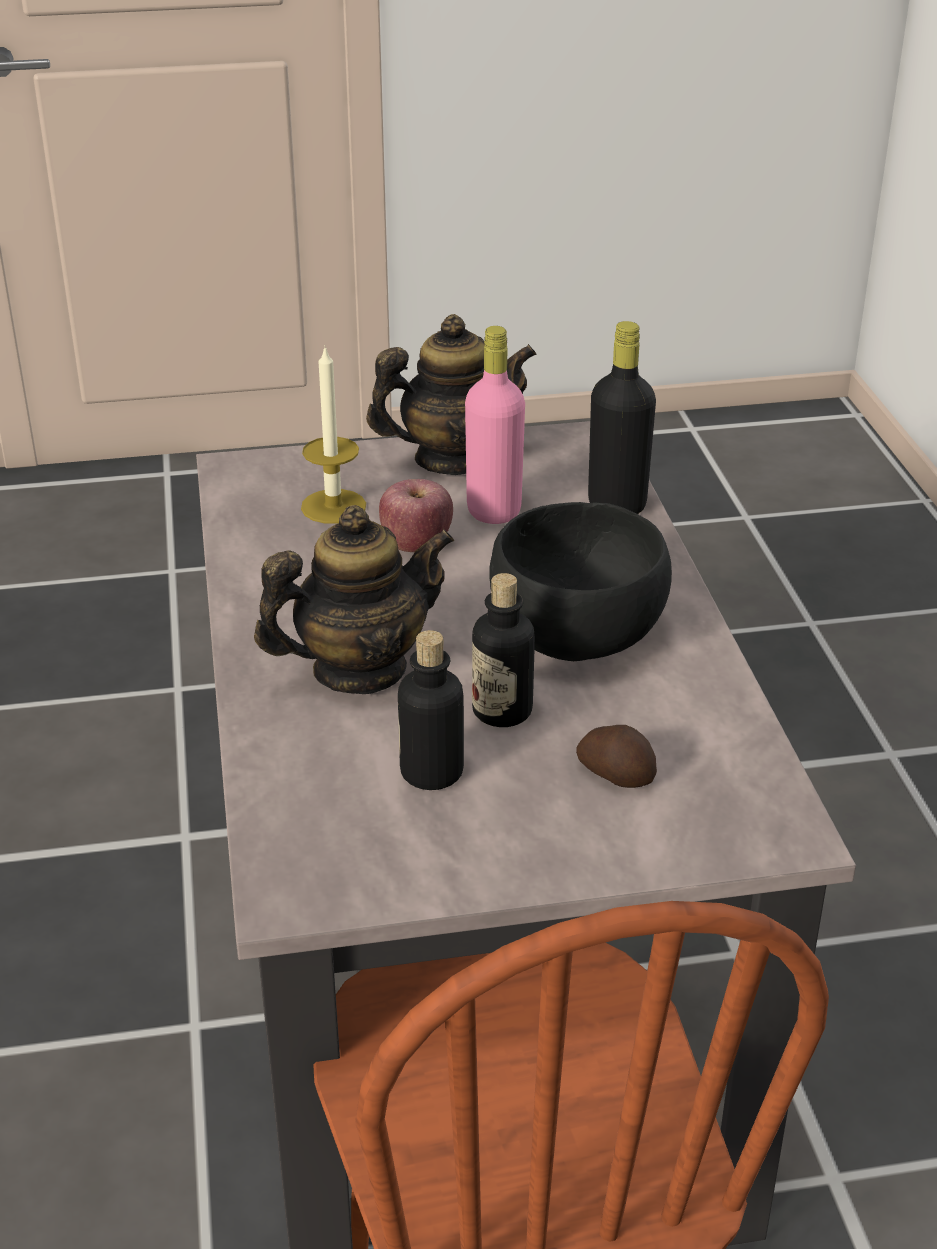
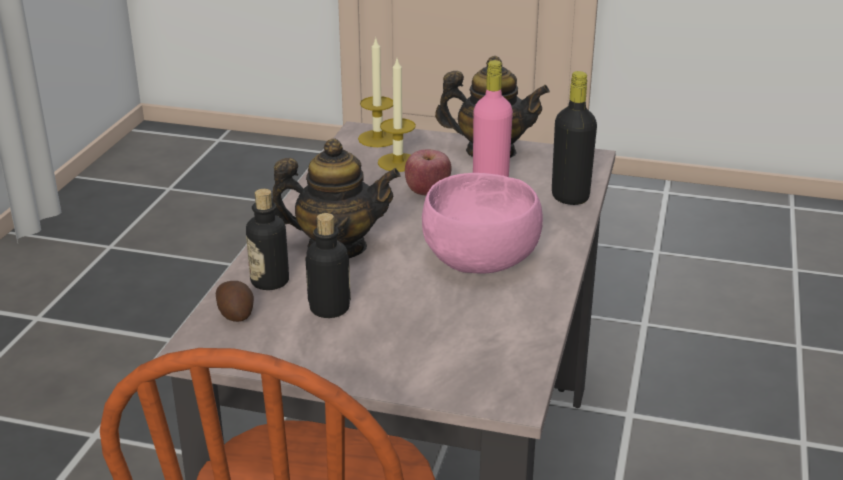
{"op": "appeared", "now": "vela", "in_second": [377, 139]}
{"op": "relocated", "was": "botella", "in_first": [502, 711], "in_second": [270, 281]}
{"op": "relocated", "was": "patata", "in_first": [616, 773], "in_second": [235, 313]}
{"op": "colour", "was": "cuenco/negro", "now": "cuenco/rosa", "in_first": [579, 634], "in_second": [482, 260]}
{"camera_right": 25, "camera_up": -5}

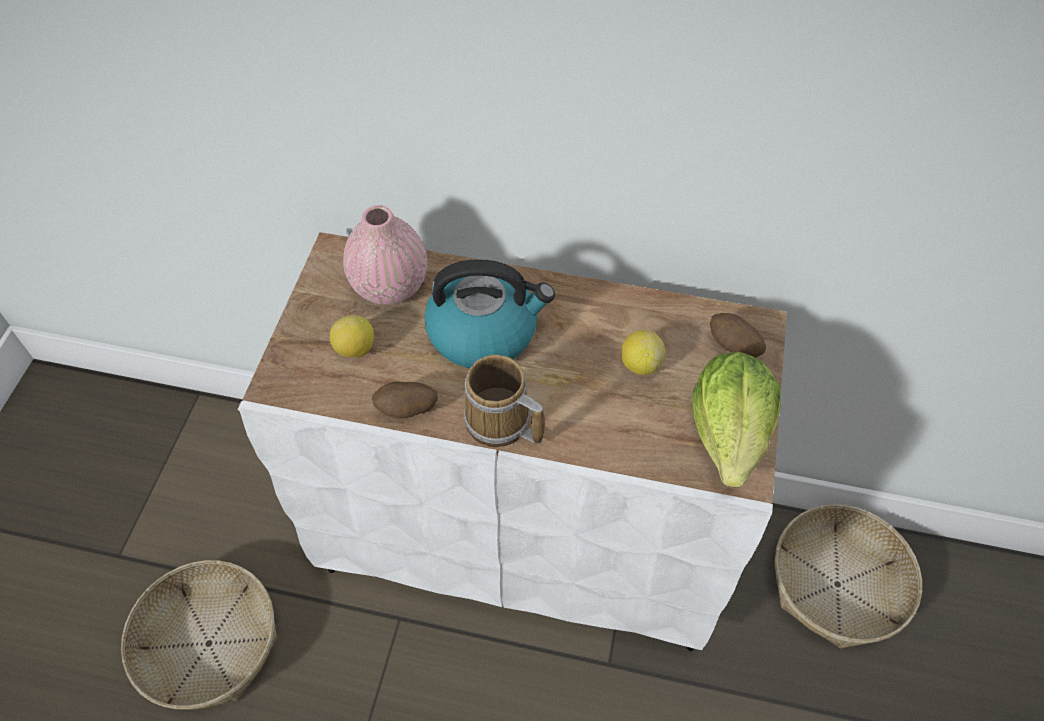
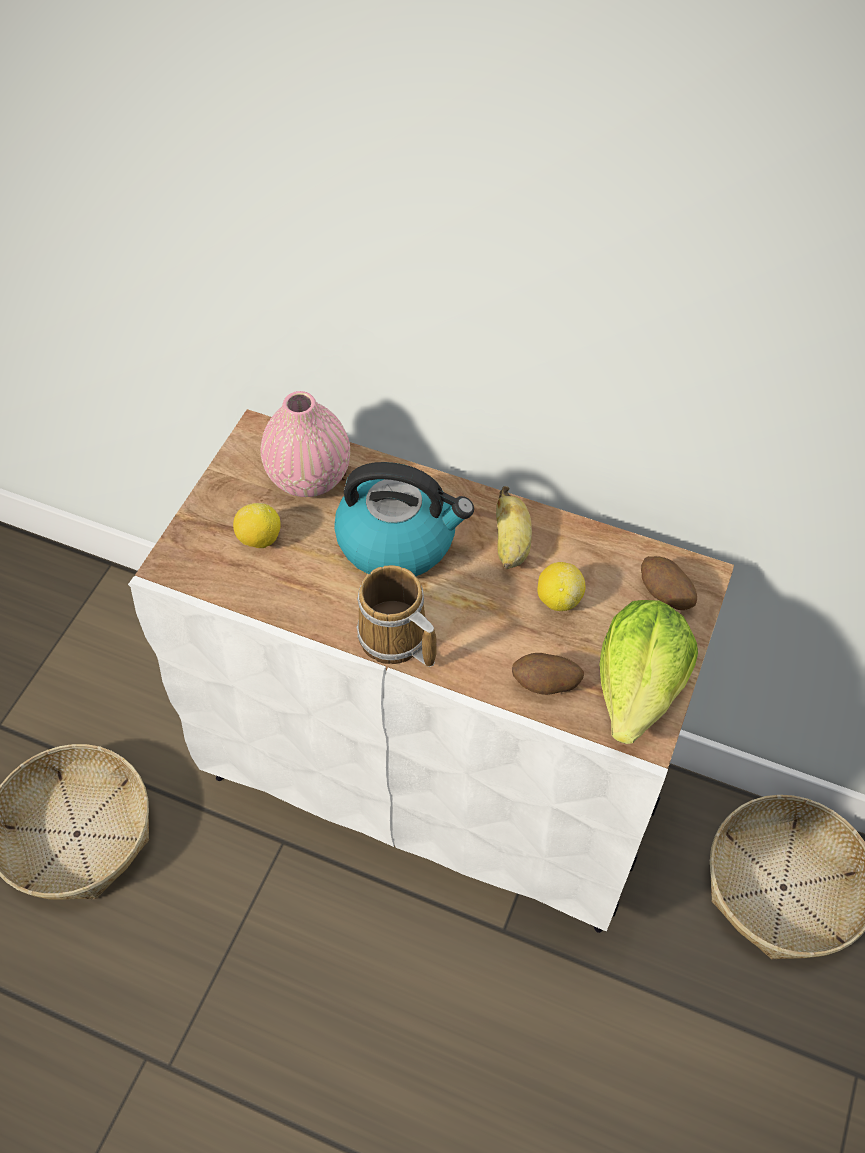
{"op": "appeared", "now": "plátano", "in_second": [511, 545]}
{"op": "relocated", "was": "patata", "in_first": [407, 410], "in_second": [545, 685]}
{"camera_right": 10, "camera_up": 0}

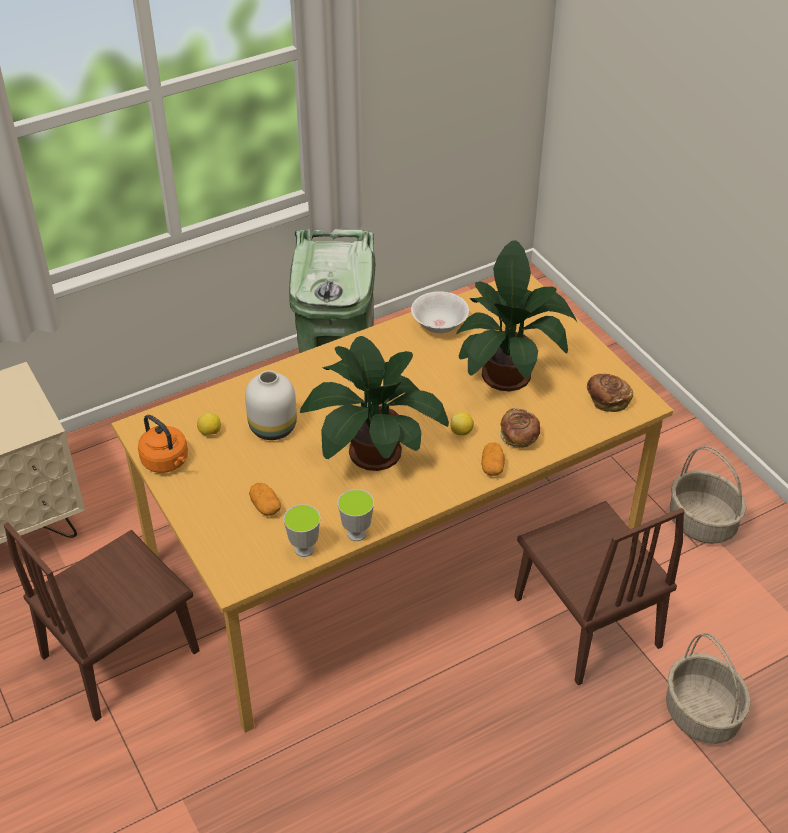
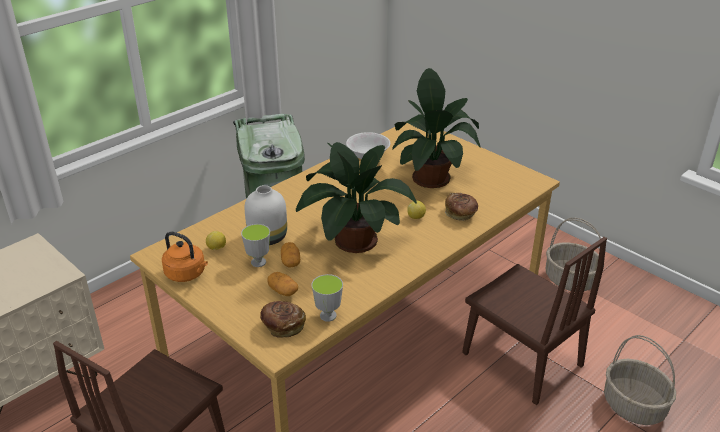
{"op": "relocated", "was": "taza", "in_first": [356, 534], "in_second": [258, 262]}
{"op": "relocated", "was": "patata", "in_first": [492, 466], "in_second": [290, 262]}
{"op": "relocated", "was": "pan", "in_first": [607, 400], "in_second": [283, 326]}
{"camera_right": -15, "camera_up": -10}

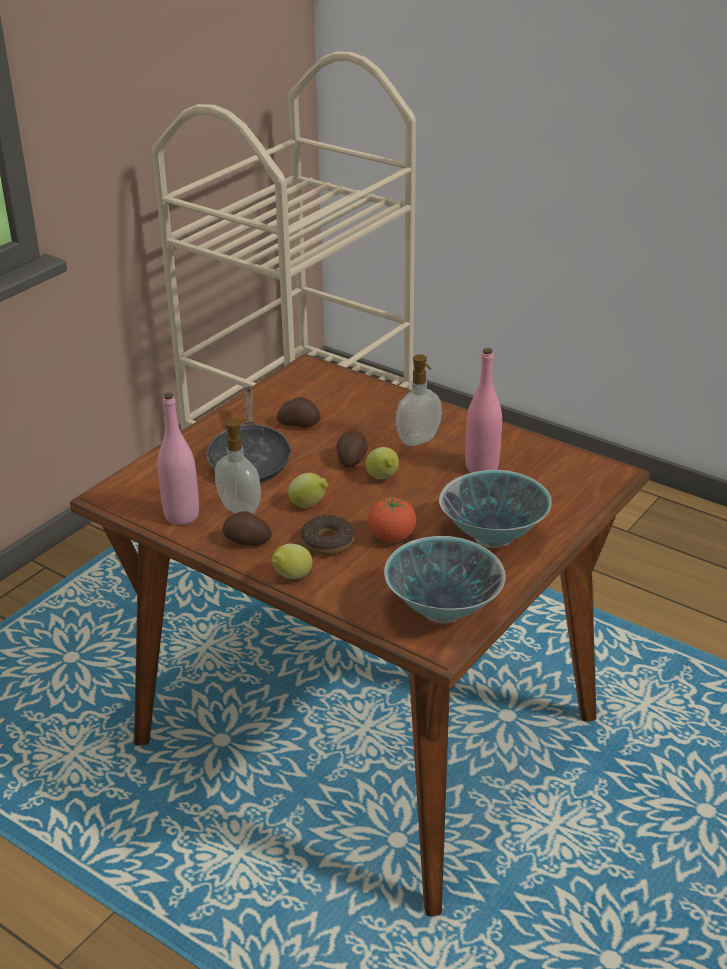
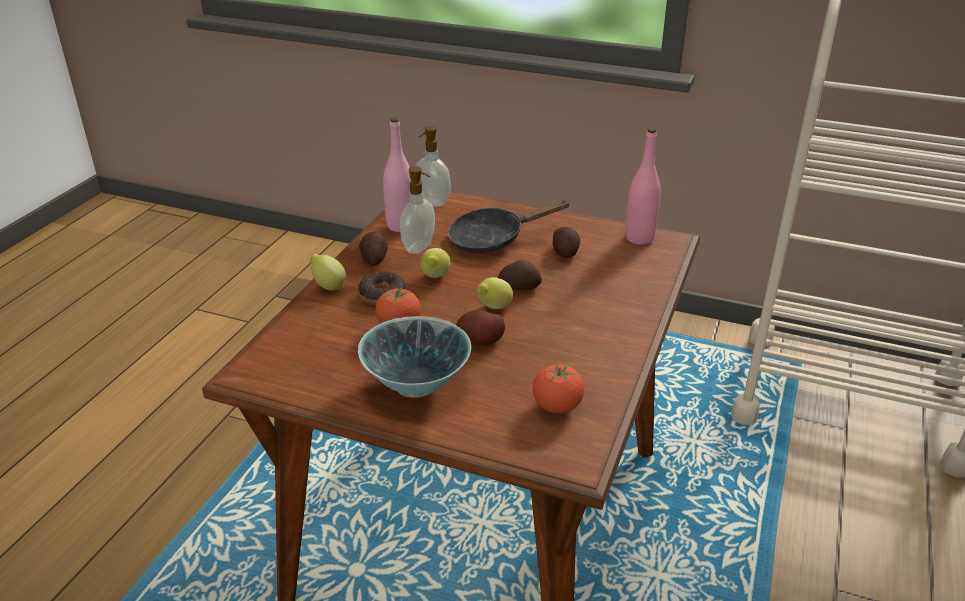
{"op": "missing", "was": "cuenco", "in_first": [442, 611]}
{"op": "appeared", "now": "patata", "in_second": [480, 341]}
{"op": "appeared", "now": "tomate", "in_second": [557, 406]}
{"op": "relocated", "was": "dispensador de jabón", "in_first": [419, 441], "in_second": [432, 202]}
{"op": "relocated", "was": "botella/rosa", "in_first": [482, 467], "in_second": [639, 238]}
{"camera_right": 75, "camera_up": 0}

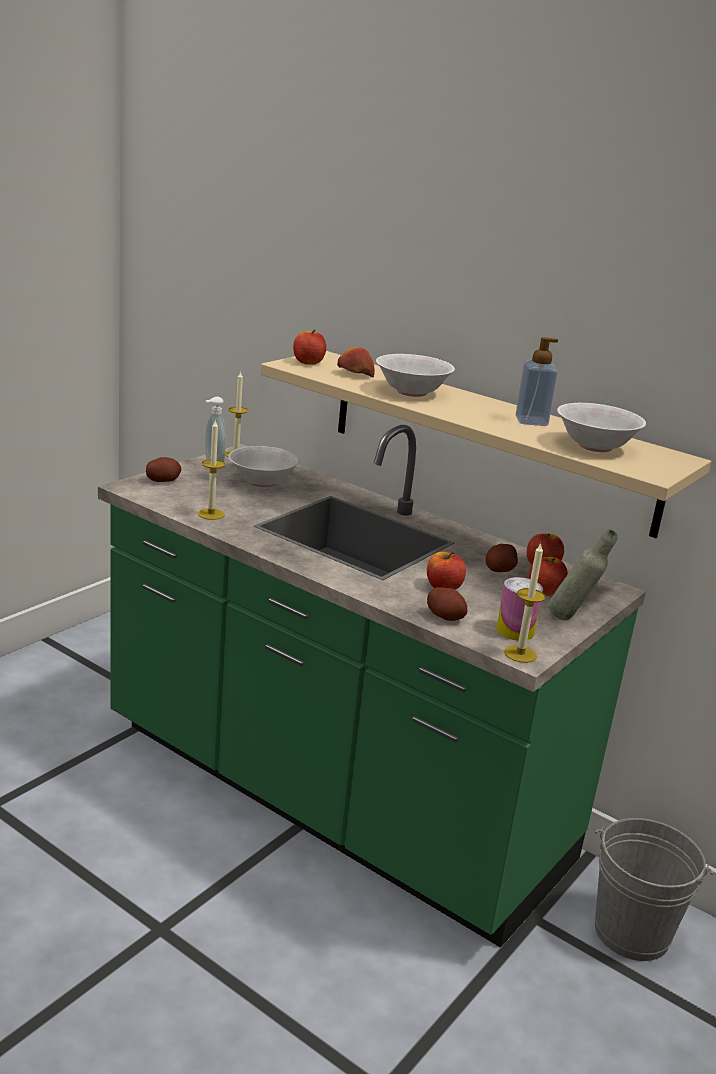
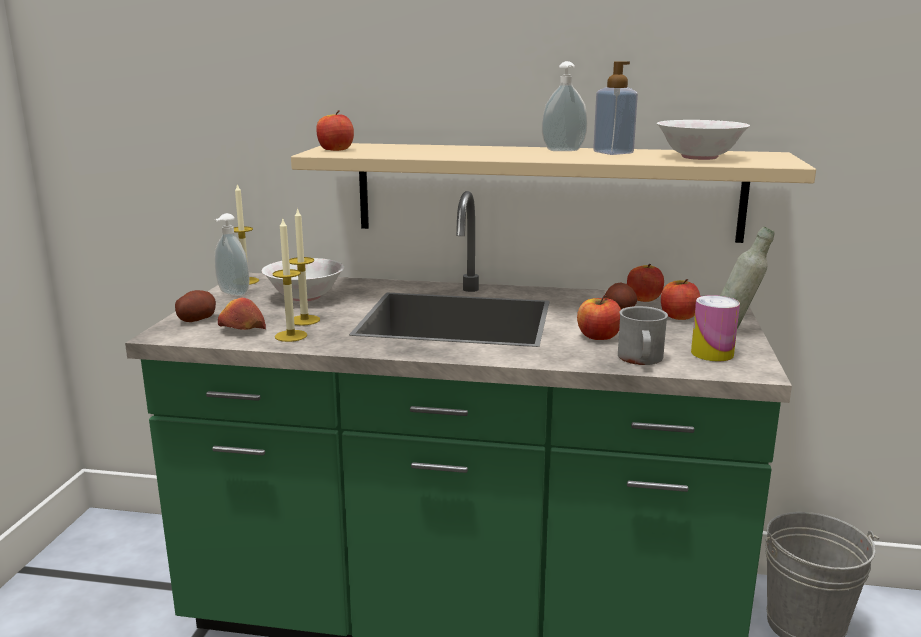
{"op": "missing", "was": "cuenco/blanco", "in_first": [411, 392]}
{"op": "appeared", "now": "dispensador de jabón", "in_second": [564, 150]}
{"op": "relocated", "was": "manzana", "in_first": [355, 373], "in_second": [242, 329]}
{"op": "relocated", "was": "vela", "in_first": [520, 654], "in_second": [304, 320]}
{"op": "exchanged", "was": "patata", "now": "taza grande/gris", "in_first": [445, 616], "in_second": [641, 360]}
{"camera_right": -25, "camera_up": -5}

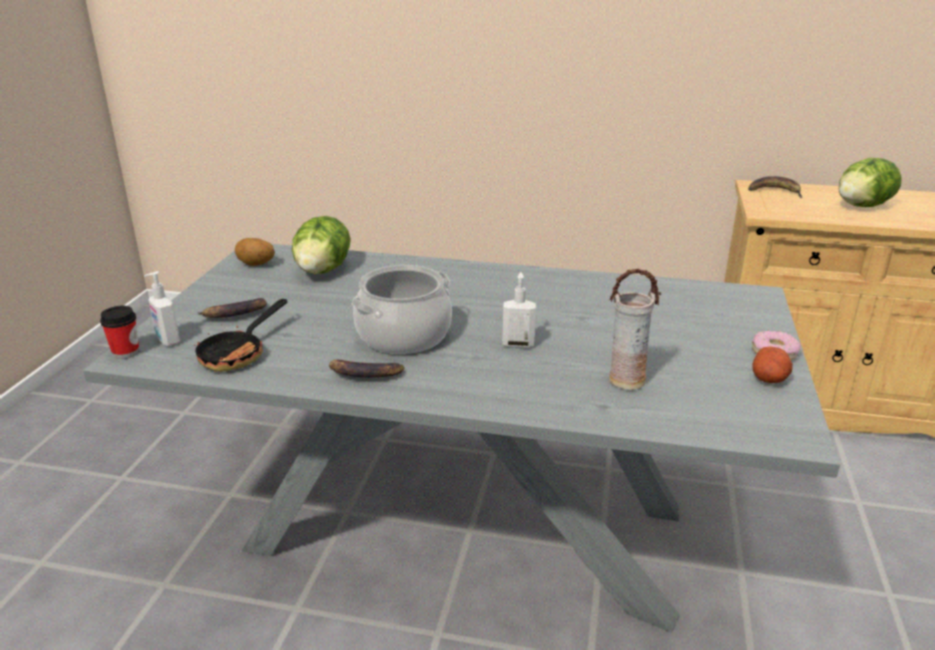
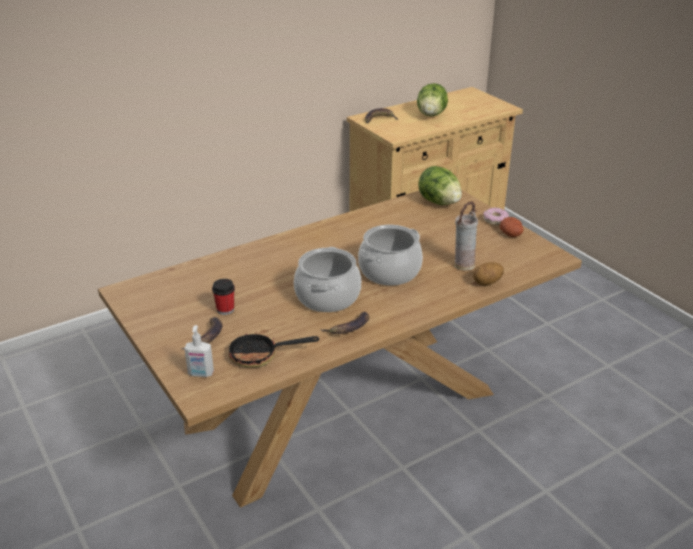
{"op": "relocated", "was": "taza", "in_first": [126, 352], "in_second": [225, 310]}
{"op": "relocated", "was": "patata", "in_first": [256, 265], "in_second": [487, 283]}
{"op": "relocated", "was": "lechuga", "in_first": [322, 271], "in_second": [439, 202]}
{"op": "exchanged", "was": "dispensador de jabón", "now": "olla", "in_first": [518, 344], "in_second": [390, 272]}
{"op": "colour", "was": "mesa de comedor/gris", "now": "mesa de comedor/marrón", "in_first": [468, 526], "in_second": [345, 409]}
{"op": "spun", "was": "sartén", "in_first": [238, 353], "in_second": [261, 356], "clockwise": 105}
{"camera_right": -45, "camera_up": 5}

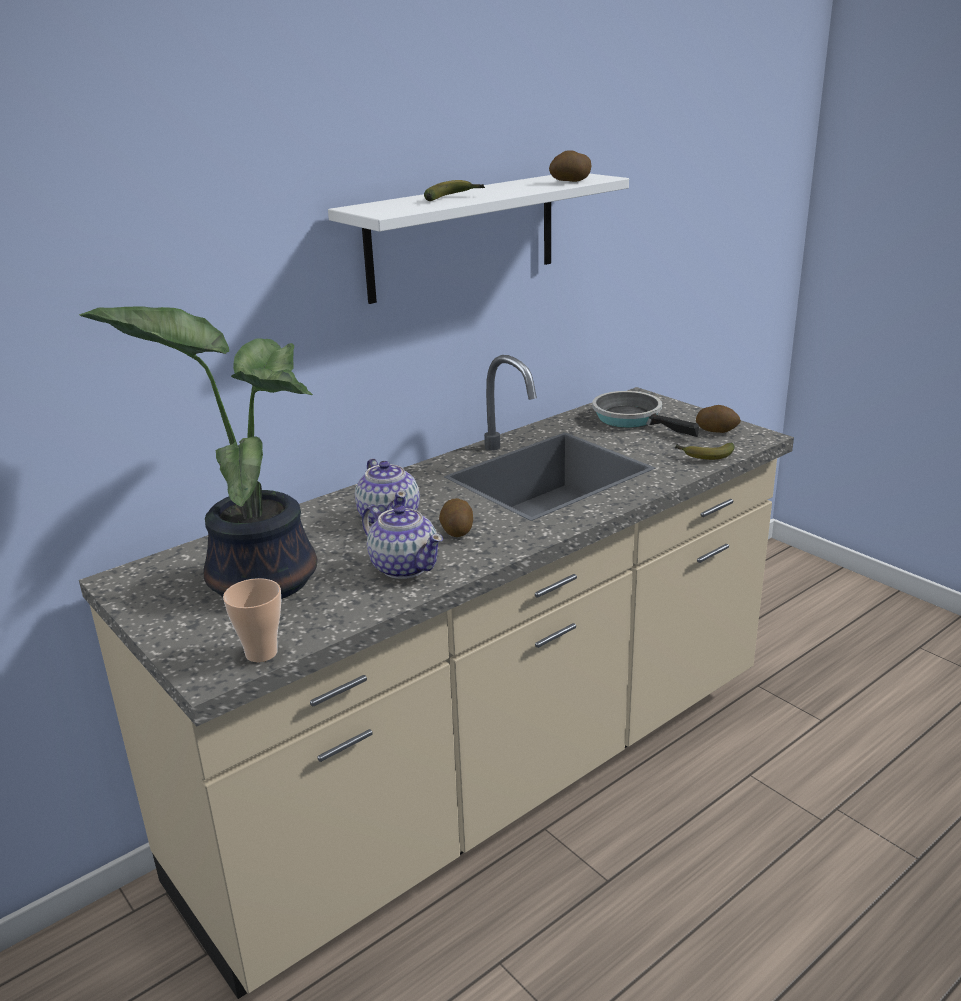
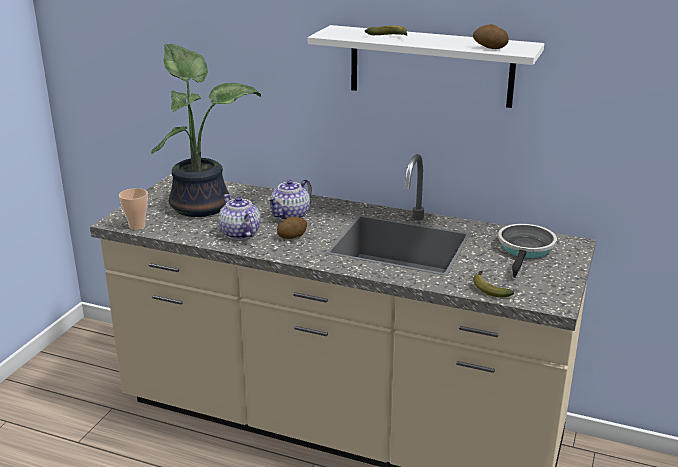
{"op": "missing", "was": "patata", "in_first": [717, 430]}
{"op": "spun", "was": "tetera", "in_first": [404, 566], "in_second": [240, 234], "clockwise": 135}
{"camera_right": 60, "camera_up": 0}

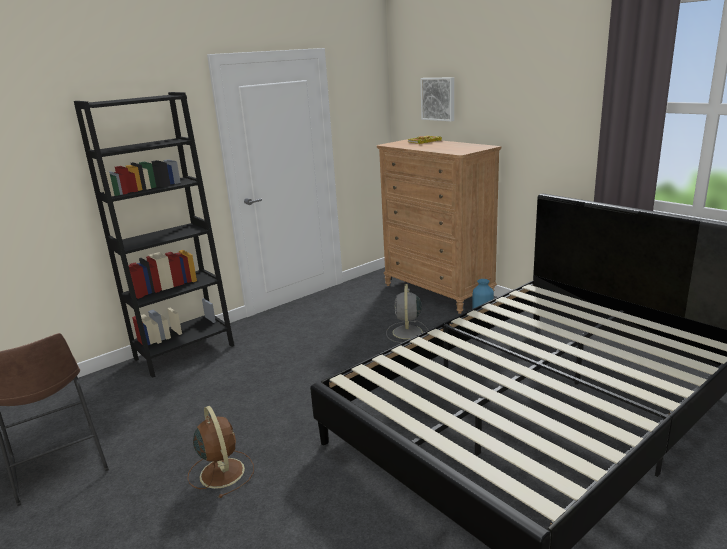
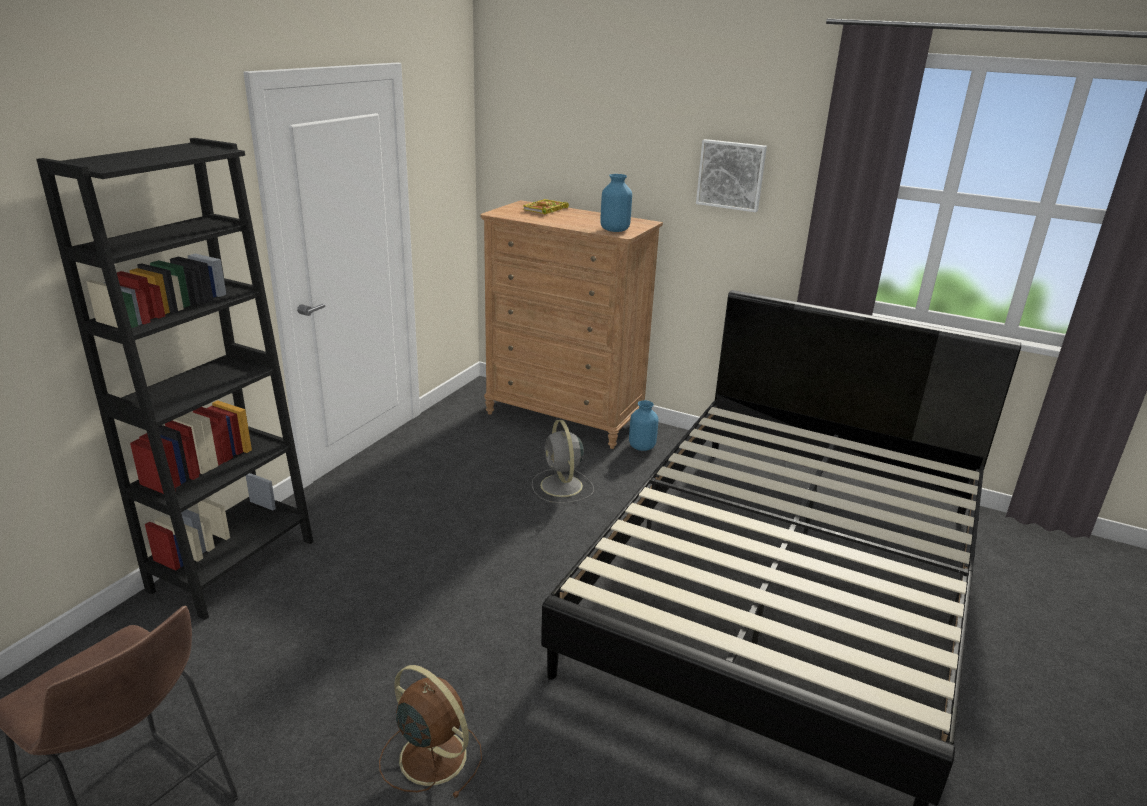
{"op": "appeared", "now": "florero/azul", "in_second": [614, 230]}
{"op": "relocated", "was": "cuadro", "in_first": [438, 99], "in_second": [731, 175]}
{"camera_right": -25, "camera_up": 5}

